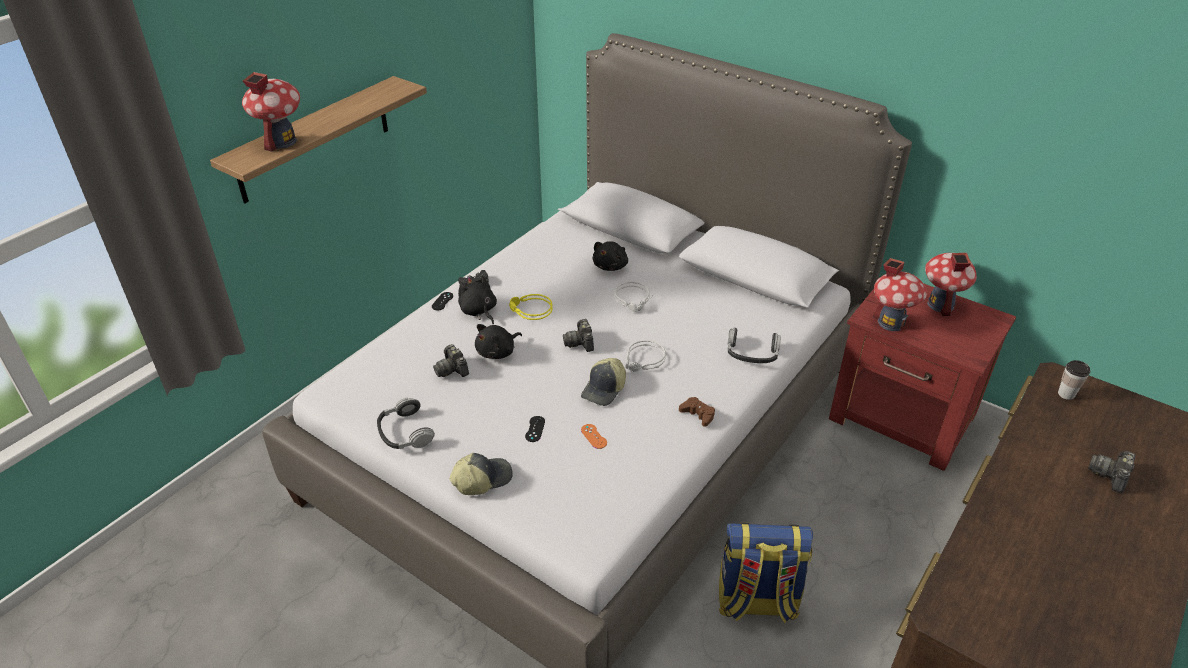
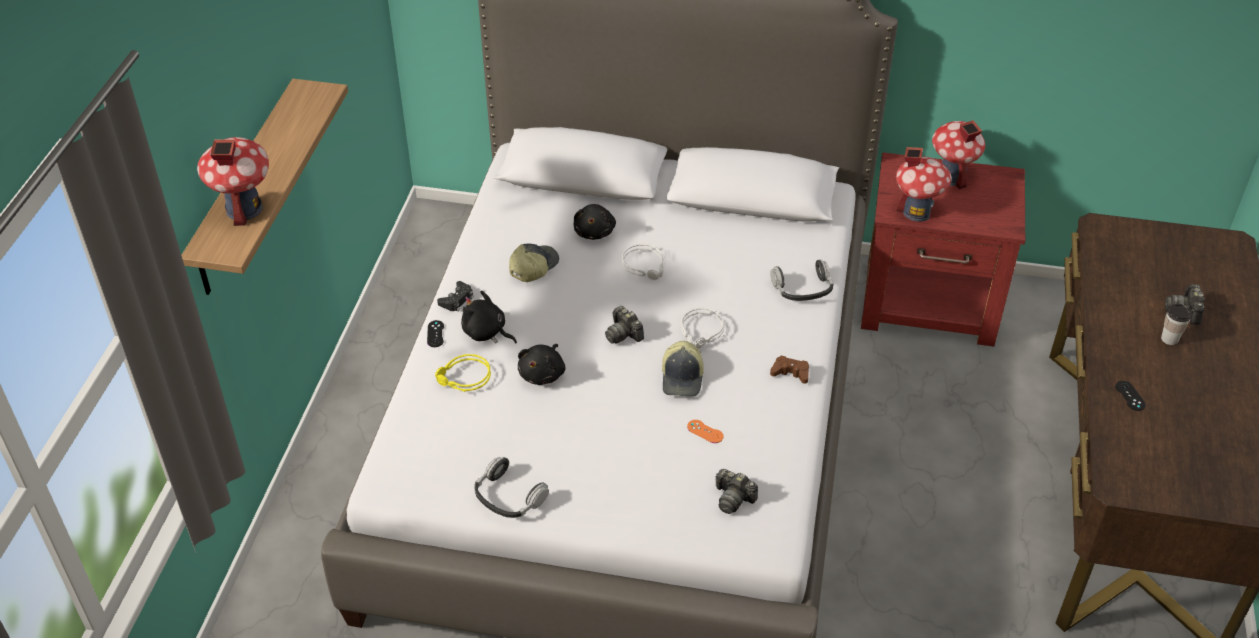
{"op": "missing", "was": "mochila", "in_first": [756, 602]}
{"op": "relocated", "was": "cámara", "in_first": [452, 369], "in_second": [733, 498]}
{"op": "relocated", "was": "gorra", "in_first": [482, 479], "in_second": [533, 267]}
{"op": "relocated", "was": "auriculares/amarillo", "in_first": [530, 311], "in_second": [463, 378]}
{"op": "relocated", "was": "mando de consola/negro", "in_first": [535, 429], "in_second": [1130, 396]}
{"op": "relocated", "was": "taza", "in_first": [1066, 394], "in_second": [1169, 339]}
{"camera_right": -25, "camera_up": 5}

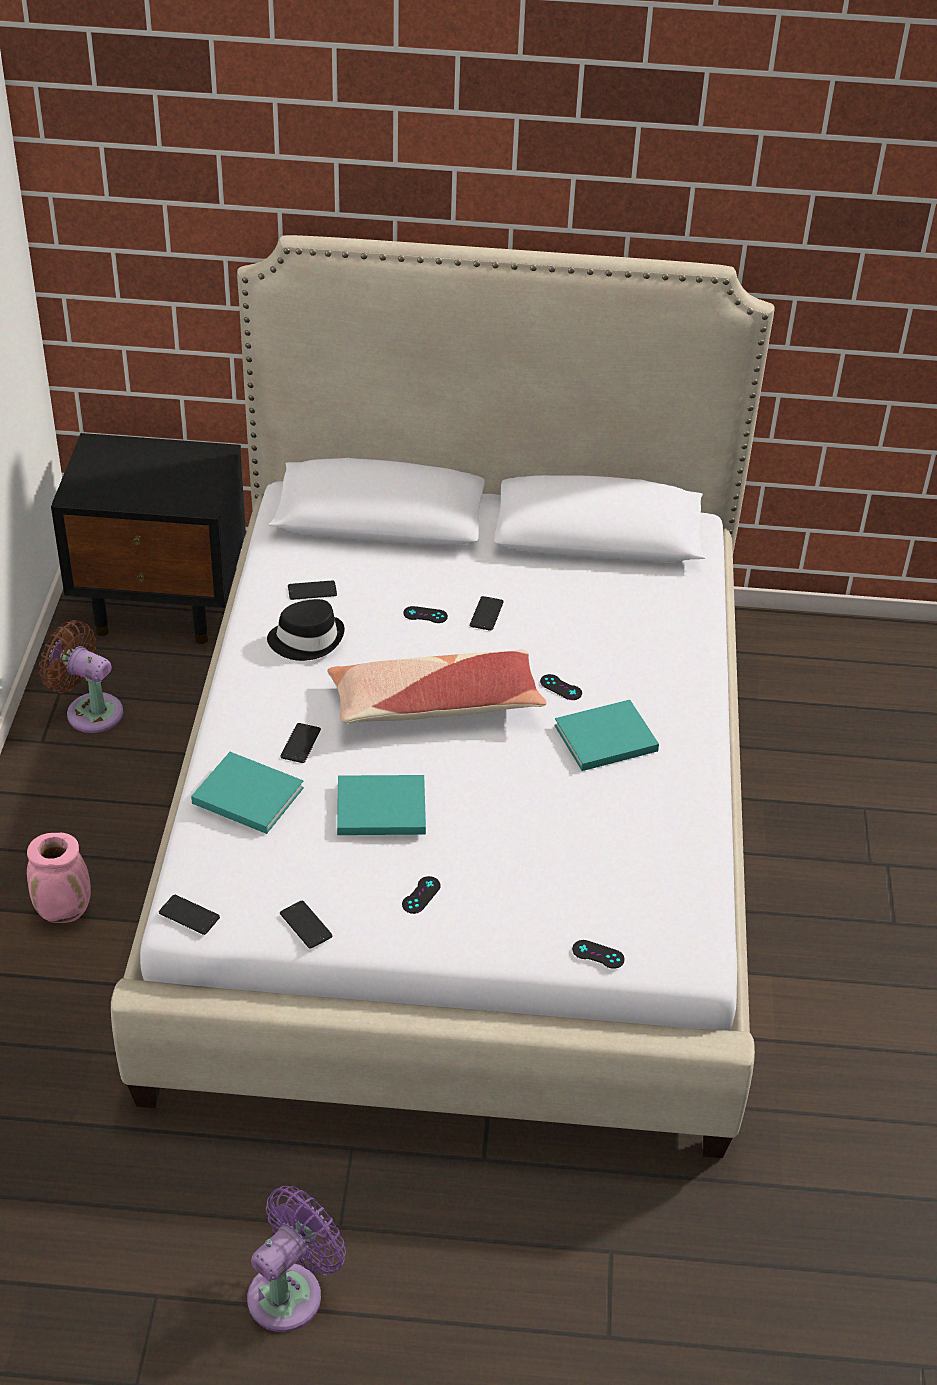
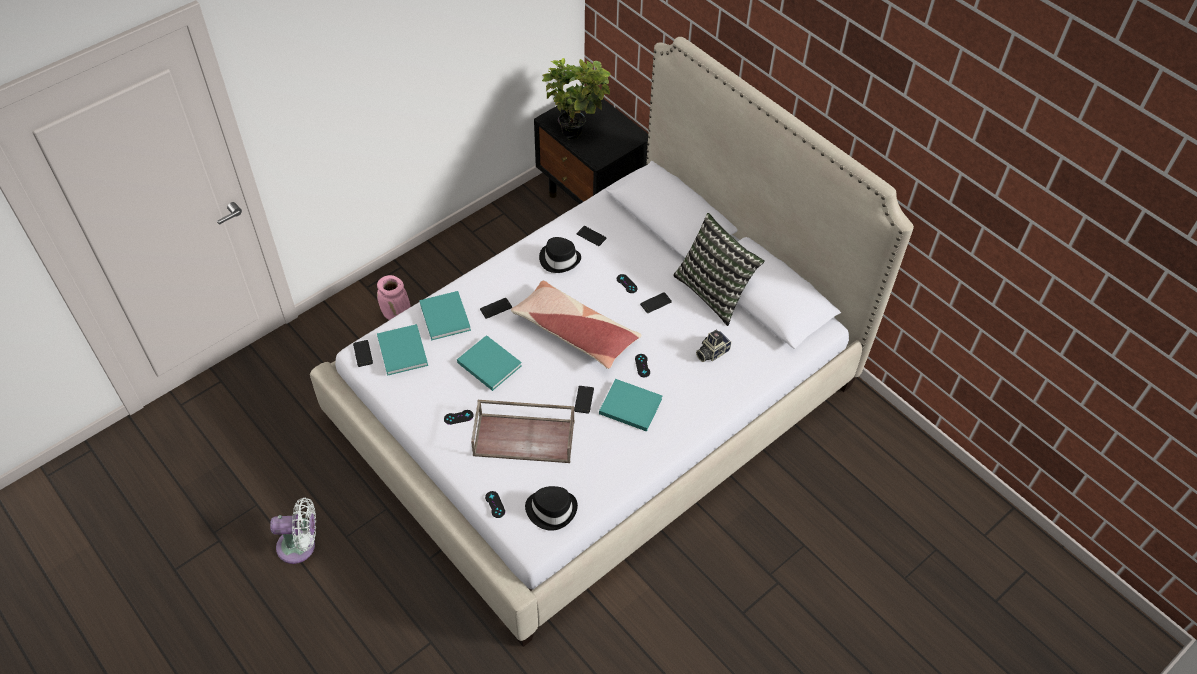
{"op": "missing", "was": "ventilador/marrón", "in_first": [89, 711]}
{"op": "appeared", "now": "libro/turquesa", "in_second": [402, 349]}
{"op": "appeared", "now": "bandeja/marrón", "in_second": [525, 437]}
{"op": "appeared", "now": "sombrero/negro", "in_second": [551, 509]}
{"op": "appeared", "now": "planta en maceta", "in_second": [577, 131]}
{"op": "appeared", "now": "cojín", "in_second": [714, 291]}
{"op": "appeared", "now": "cámara", "in_second": [711, 352]}
{"op": "relocated", "was": "móvil", "in_first": [306, 925], "in_second": [584, 399]}
{"op": "colour", "was": "ventilador/morado", "now": "ventilador/blanco", "in_first": [291, 1291], "in_second": [300, 546]}
{"camera_right": 45, "camera_up": 10}

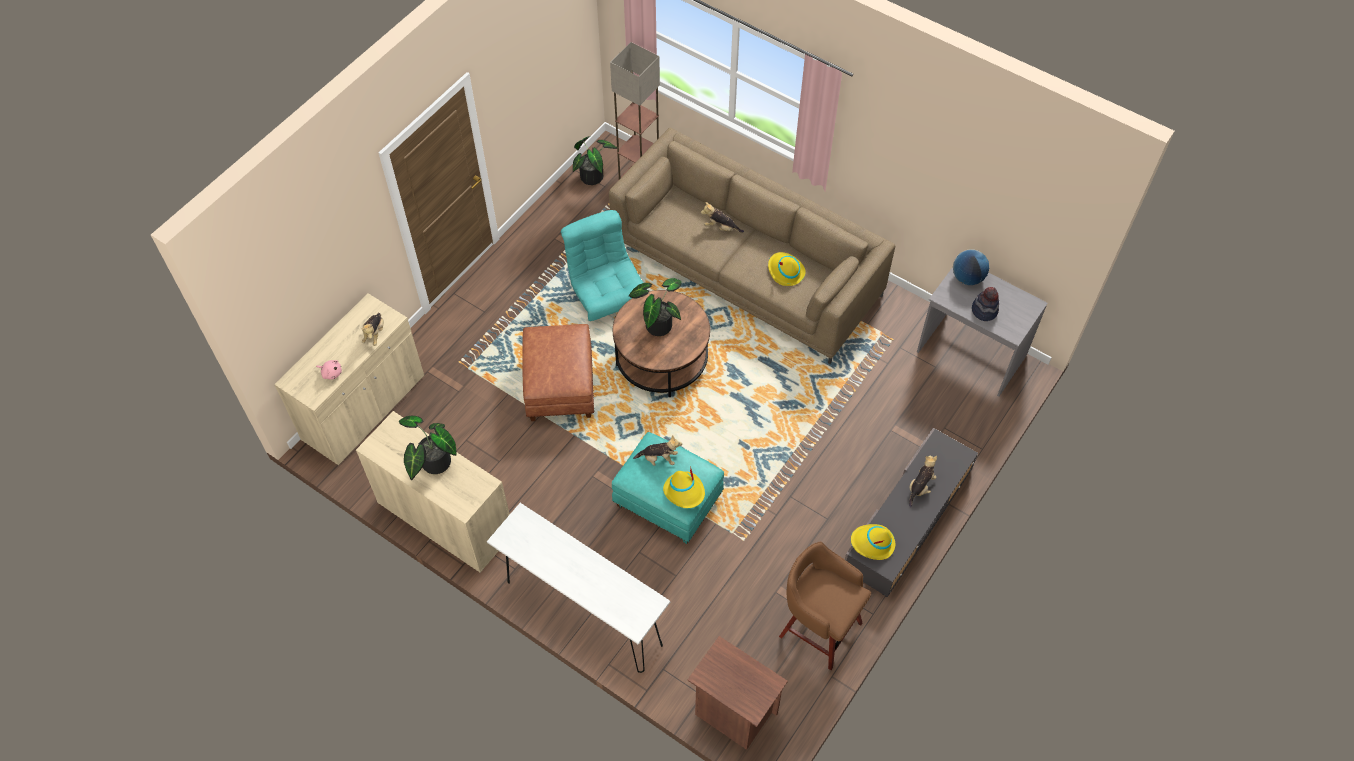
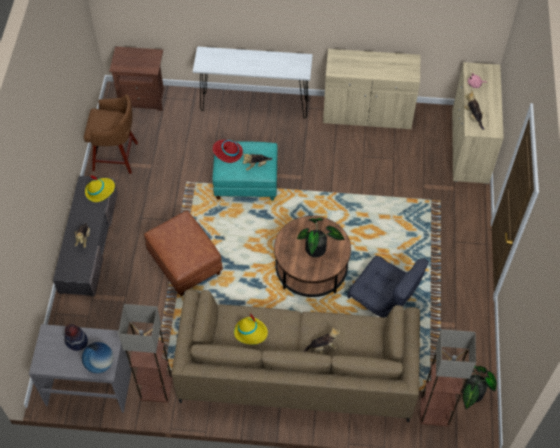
{"op": "missing", "was": "planta en maceta", "in_first": [432, 463]}
{"op": "appeared", "now": "lámpara de pie", "in_second": [155, 388]}
{"op": "relocated", "was": "puf/marrón", "in_first": [561, 387], "in_second": [184, 263]}
{"op": "colour", "was": "sillón/turquesa", "now": "sillón/gris", "in_first": [606, 293], "in_second": [384, 297]}
{"op": "colour", "was": "sombrero/amarillo", "now": "sombrero/rojo", "in_first": [684, 491], "in_second": [227, 152]}
{"camera_right": 150, "camera_up": 0}

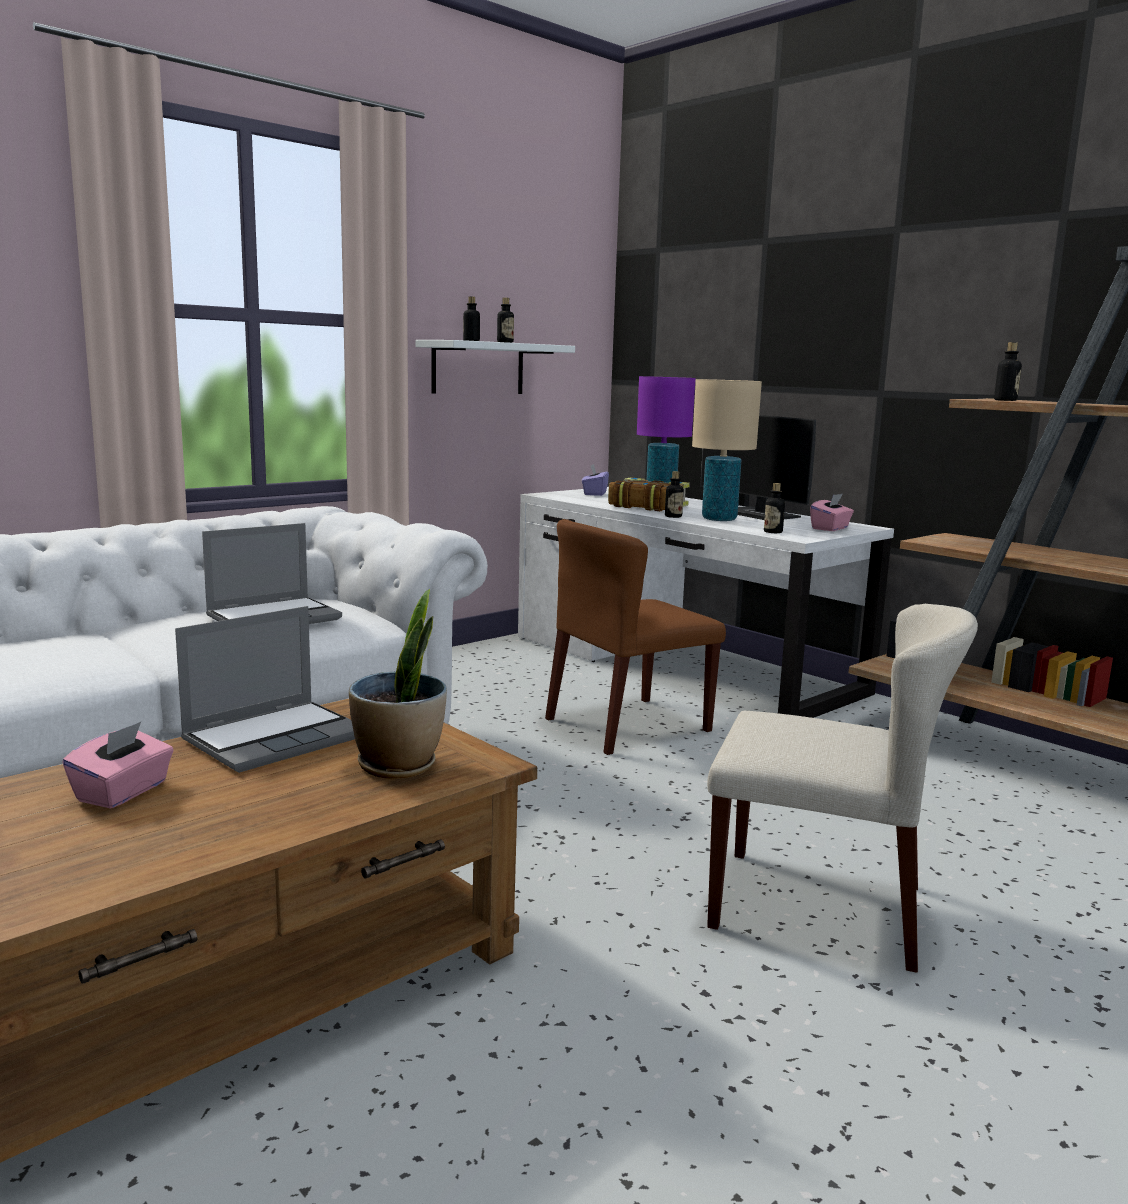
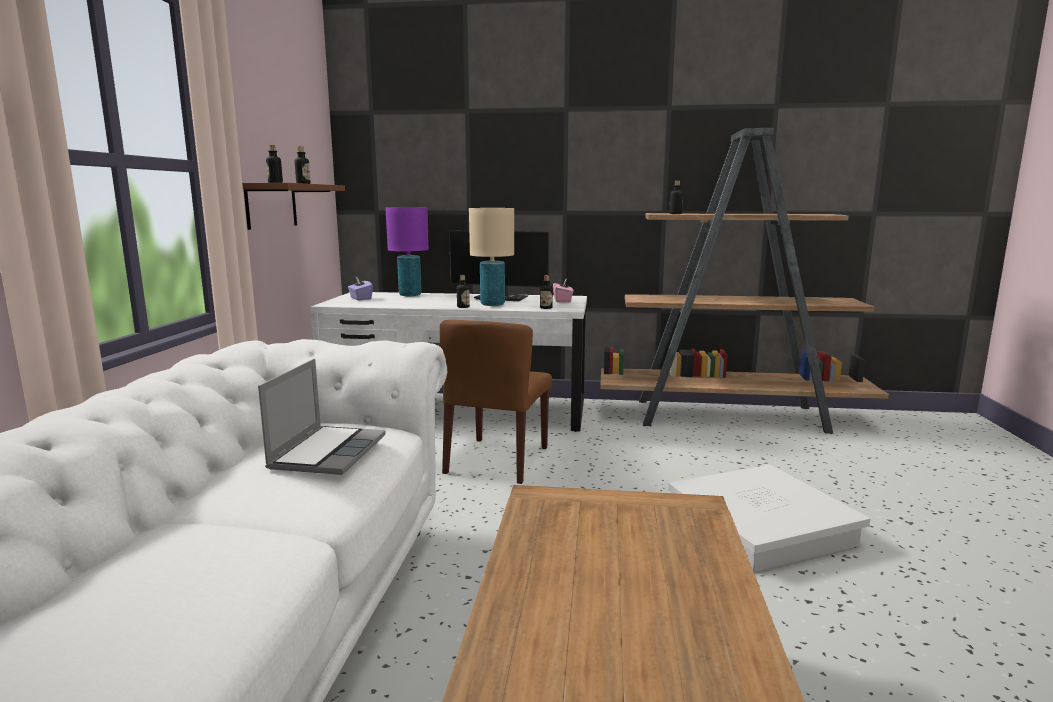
{"op": "missing", "was": "caja de pañuelos/rosa", "in_first": [123, 792]}
{"op": "missing", "was": "portátil", "in_first": [276, 738]}
{"op": "missing", "was": "planta en maceta", "in_first": [399, 766]}
{"op": "missing", "was": "libro", "in_first": [647, 506]}
{"op": "exchanged", "was": "silla/beis", "now": "caja de almacenaje/blanco", "in_first": [819, 906], "in_second": [761, 527]}
{"op": "colour", "was": "estante/blanco", "now": "estante/marrón", "in_first": [478, 368], "in_second": [271, 206]}
{"camera_right": -40, "camera_up": 0}

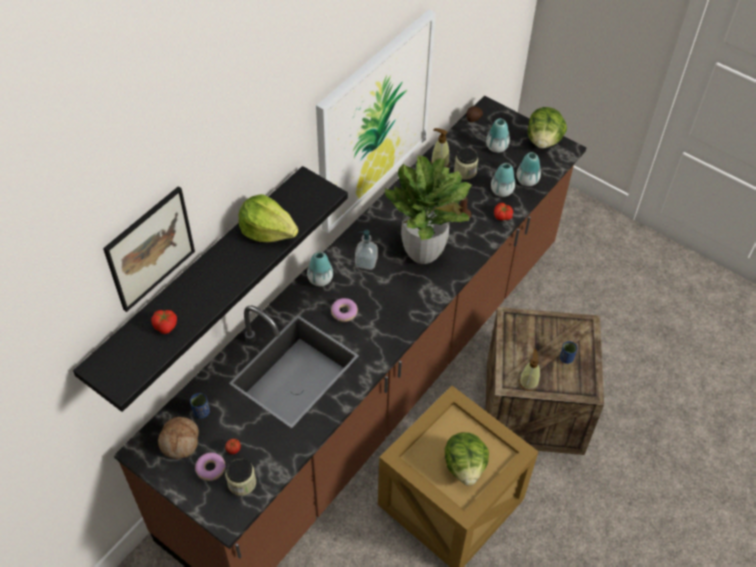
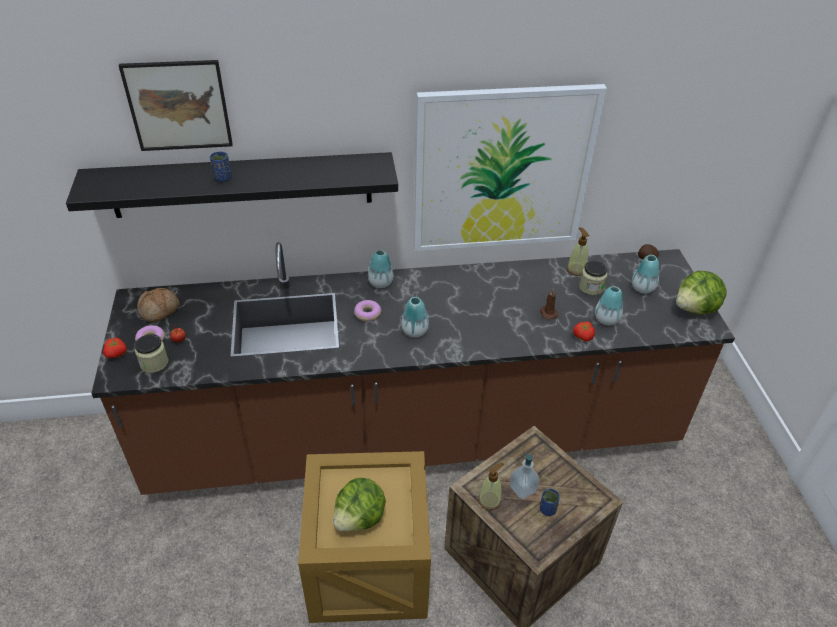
{"op": "missing", "was": "lechuga", "in_first": [267, 231]}
{"op": "missing", "was": "planta en maceta", "in_first": [423, 252]}
{"op": "relocated", "was": "tomate", "in_first": [166, 325], "in_second": [117, 353]}
{"op": "relocated", "was": "taza/azul", "in_first": [201, 412], "in_second": [223, 178]}
{"op": "relocated", "was": "dispensador de jabón", "in_first": [366, 262], "in_second": [522, 489]}
{"op": "relocated", "was": "florero", "in_first": [527, 180], "in_second": [414, 331]}
{"camera_right": 45, "camera_up": -10}

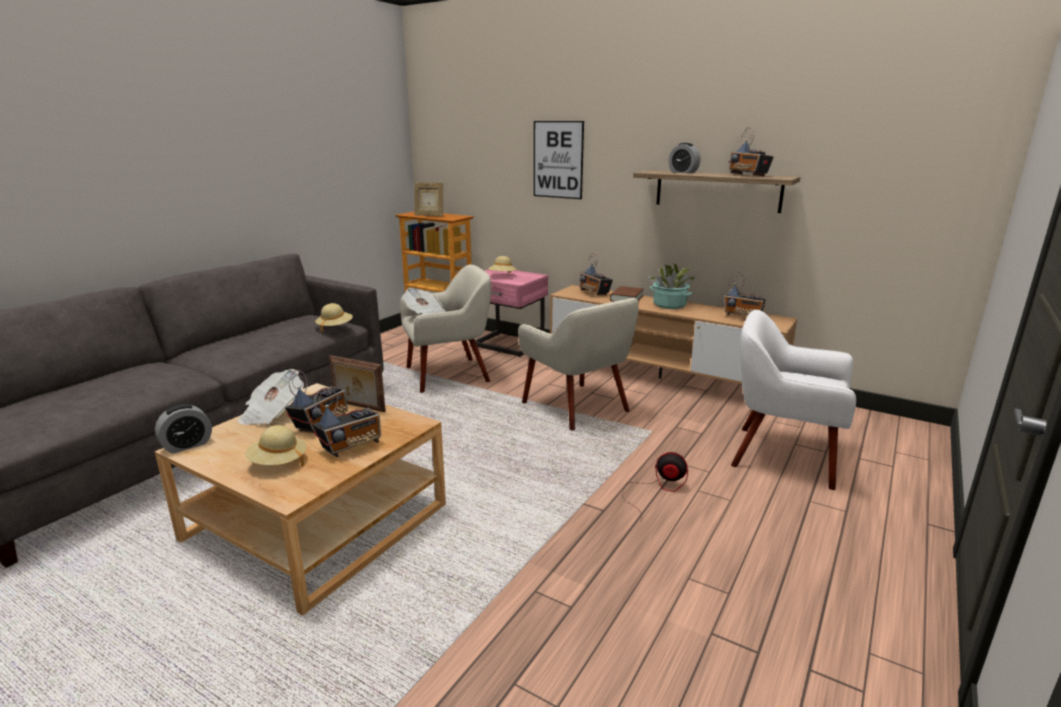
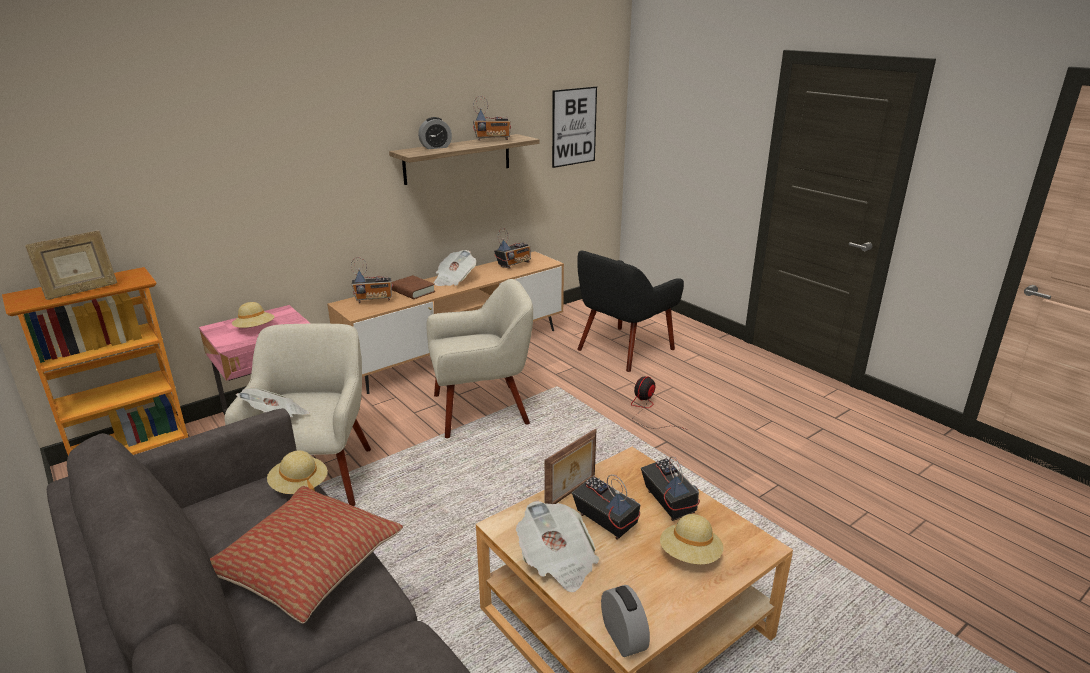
{"op": "appeared", "now": "cojín", "in_second": [307, 566]}
{"op": "relocated", "was": "cuadro", "in_first": [558, 160], "in_second": [574, 127]}
{"op": "exchanged", "was": "planta en maceta", "now": "periódico", "in_first": [669, 305], "in_second": [454, 280]}
{"op": "colour", "was": "sillón/blanco", "now": "sillón/negro", "in_first": [782, 455], "in_second": [623, 349]}
{"camera_right": -70, "camera_up": 5}

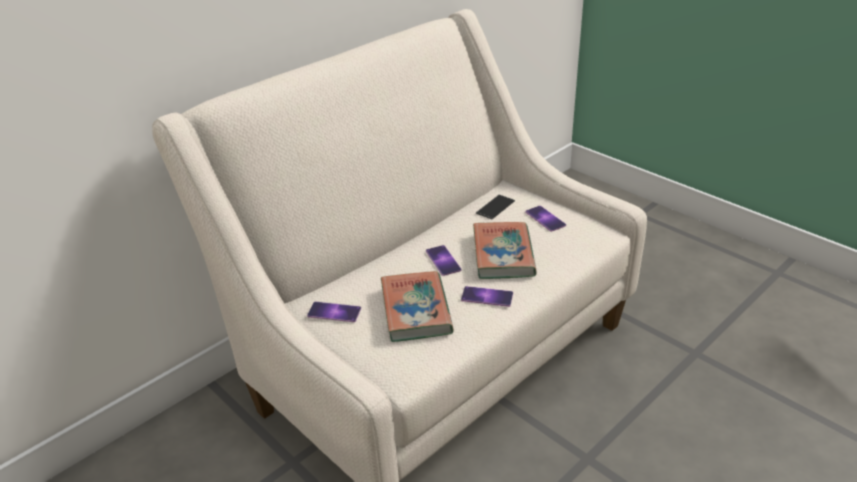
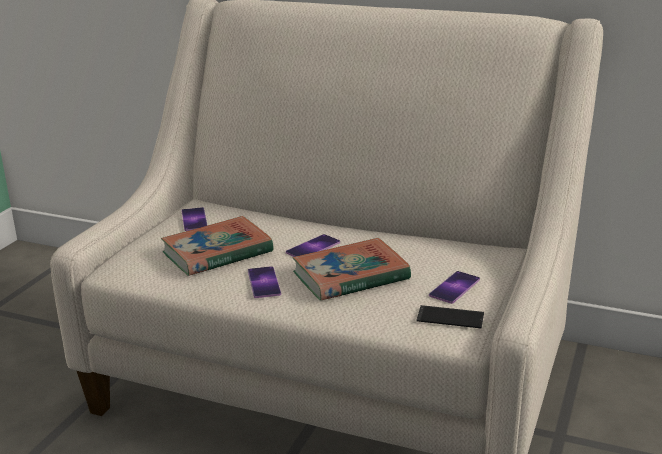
{"op": "relocated", "was": "móvil", "in_first": [495, 207], "in_second": [450, 317]}
{"camera_right": 65, "camera_up": -10}

